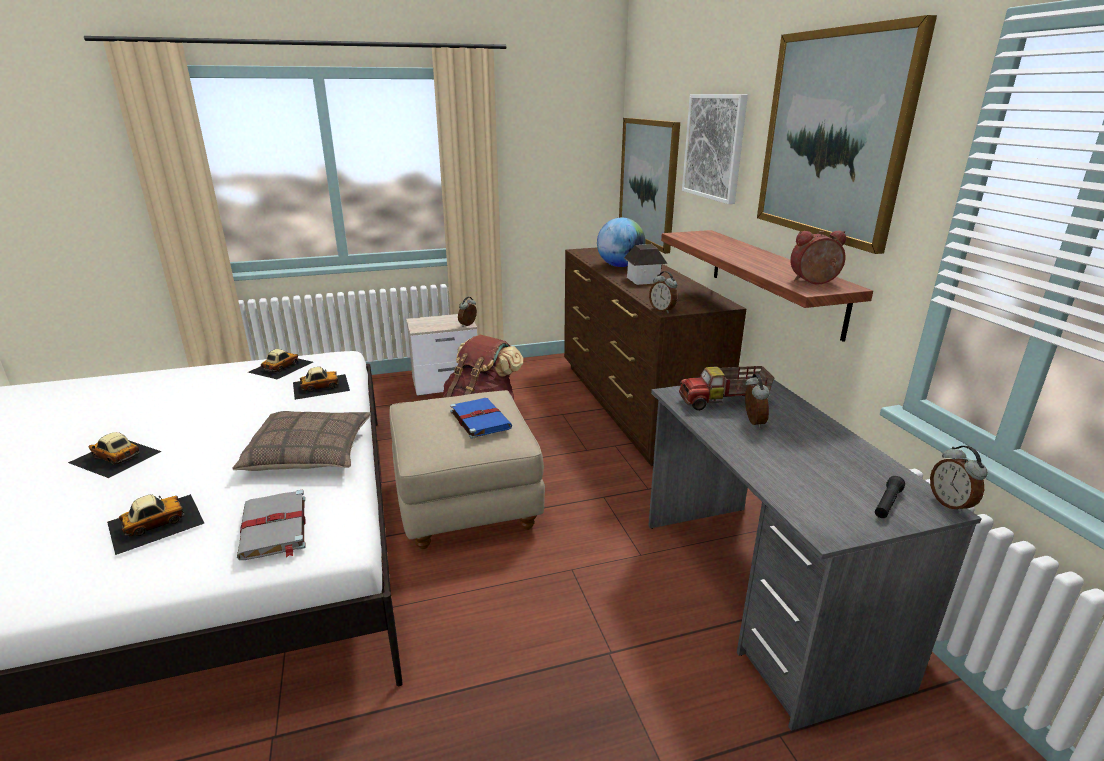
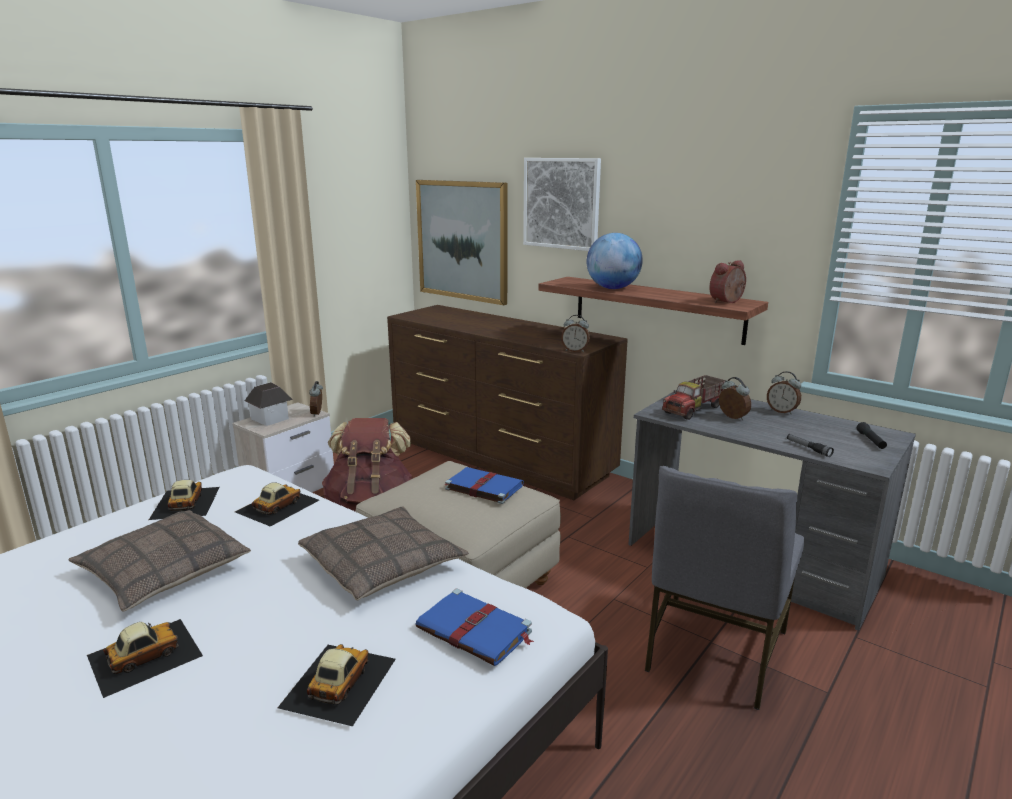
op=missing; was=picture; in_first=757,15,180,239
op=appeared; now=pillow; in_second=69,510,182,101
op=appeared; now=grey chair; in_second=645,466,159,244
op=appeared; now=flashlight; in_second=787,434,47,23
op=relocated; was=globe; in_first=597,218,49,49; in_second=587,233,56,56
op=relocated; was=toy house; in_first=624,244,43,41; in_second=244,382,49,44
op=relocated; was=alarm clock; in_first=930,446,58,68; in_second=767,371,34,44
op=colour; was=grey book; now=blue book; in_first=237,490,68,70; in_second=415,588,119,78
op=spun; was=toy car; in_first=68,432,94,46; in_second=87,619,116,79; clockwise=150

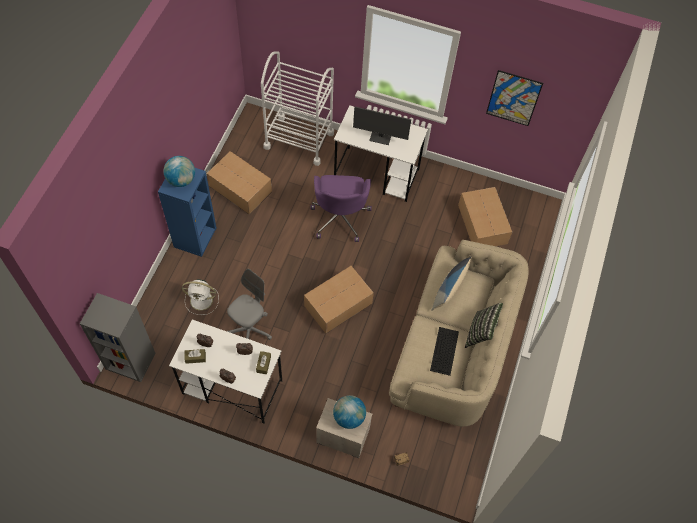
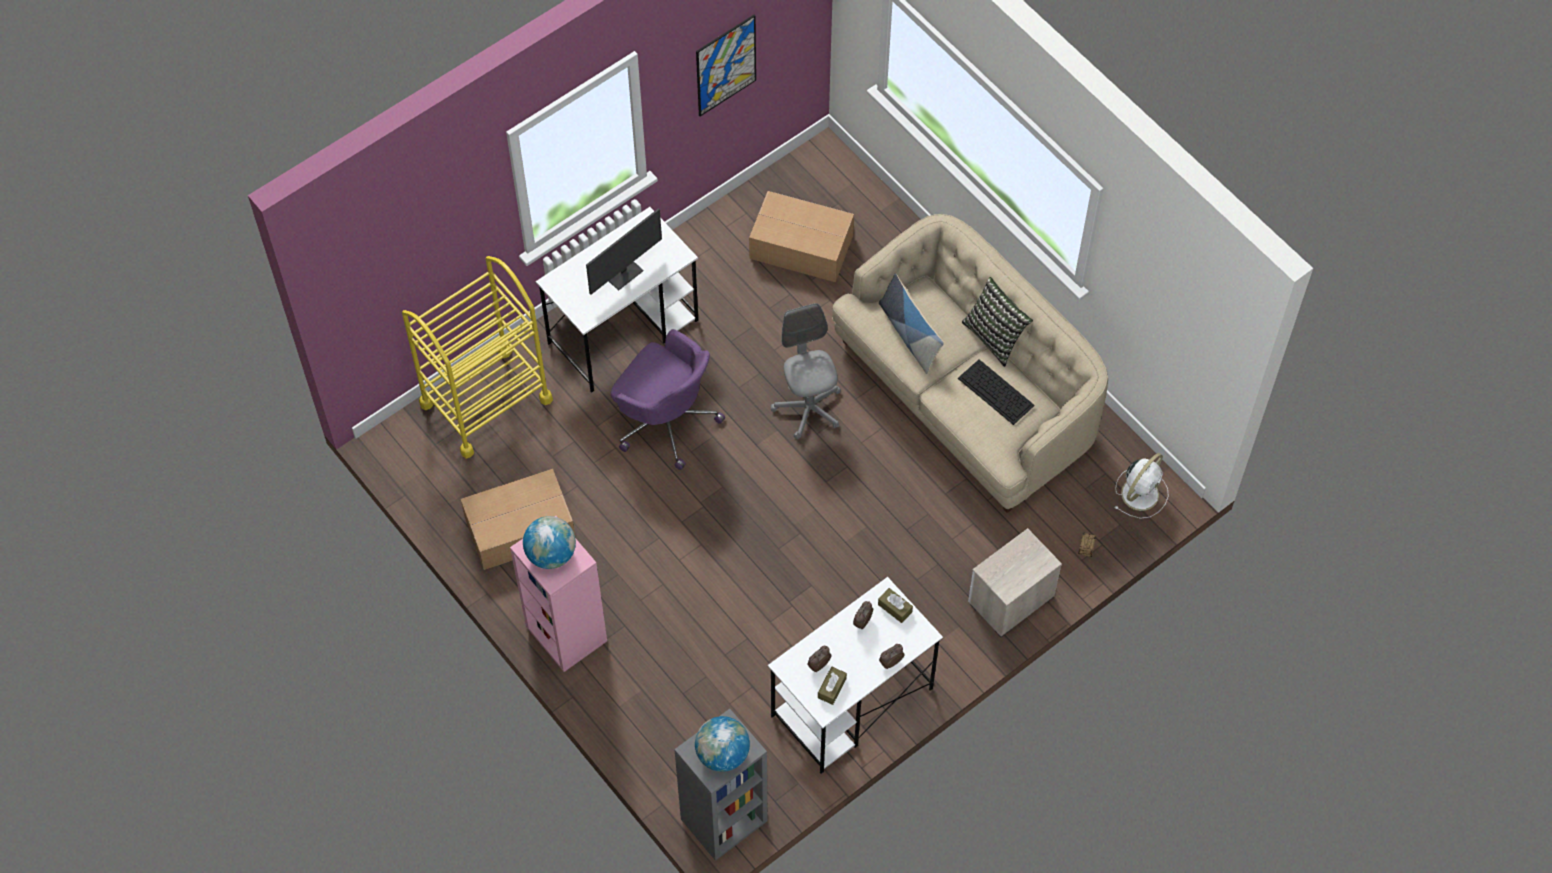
op=missing; was=cardboard box; in_first=304,266,70,67
op=relocated; was=white fan; in_first=182,279,37,36; in_second=1115,453,54,66
op=relocated; was=grey office chair; in_first=227,269,45,71; in_second=771,303,70,137
op=relocated; was=globe; in_first=333,395,33,34; in_second=695,716,55,56
op=colour; was=blue bookcase; now=pink bookcase; in_first=158,168,58,89; in_second=510,516,97,156
op=colour; was=white cart; now=yellow cart; in_first=261,51,73,115; in_second=402,256,151,203

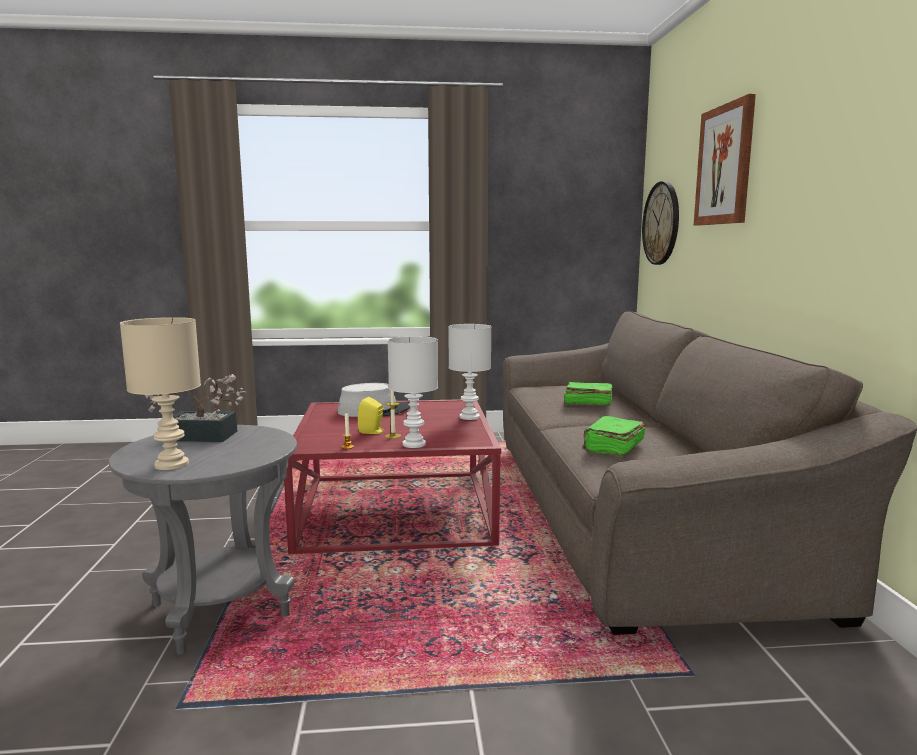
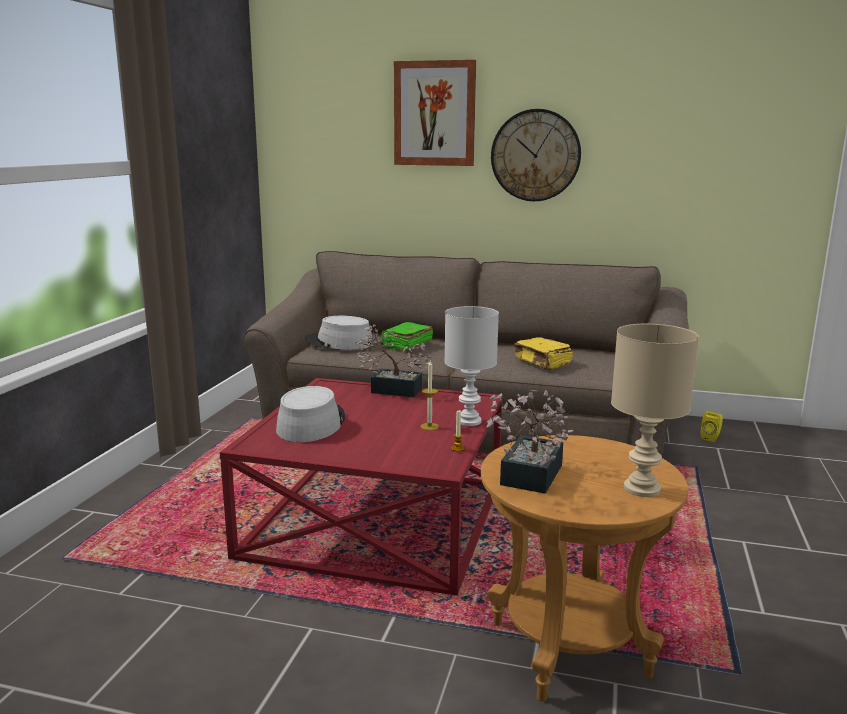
op=appeared; now=grey hat; in_second=305,316,69,34
op=relocated; was=yellow speaker; in_first=358,397,27,37; in_second=701,411,22,31
op=relocated; was=wall clock; in_first=642,181,37,84; in_second=491,109,90,92
op=exchanged; was=white table lamp; now=potted plant; in_first=448,324,43,96; in_second=355,324,76,73
op=colour; was=grey side table; now=brown side table; in_first=109,425,188,230; in_second=481,435,207,267
op=colour; was=green book; now=yellow book; in_first=583,416,63,41; in_second=514,337,59,33

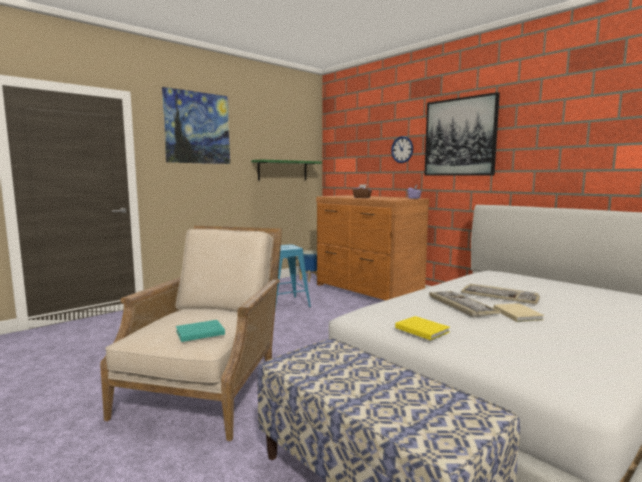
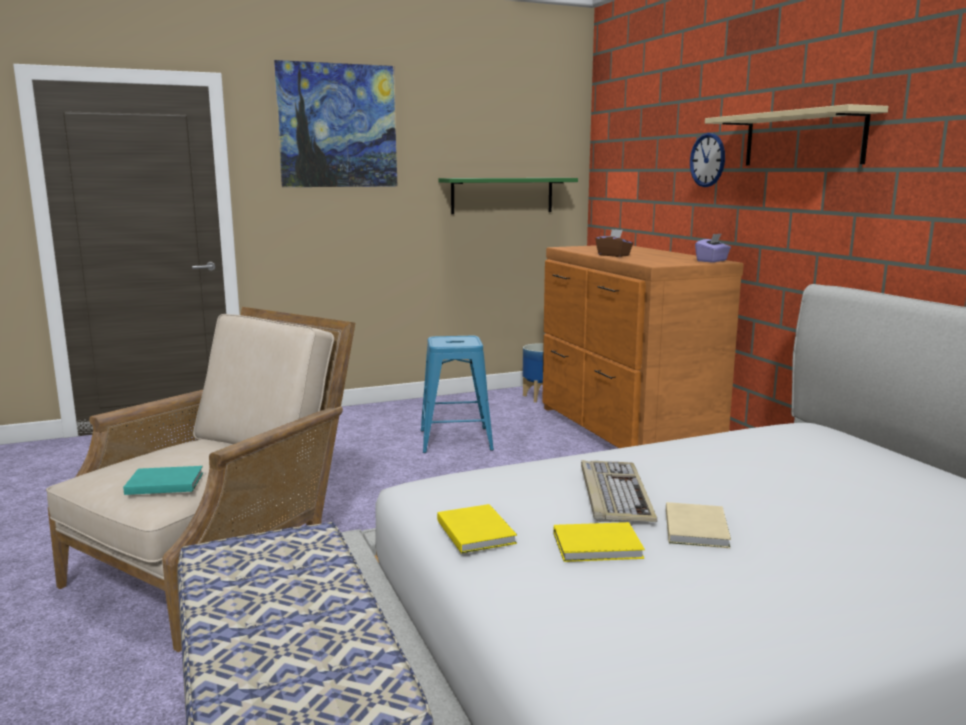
op=missing; was=keyboard; in_first=461,284,79,20
op=appeared; now=yellow book; in_second=554,522,91,40
op=exchanged; was=picture; now=beige shelf; in_first=424,92,76,84; in_second=705,104,183,61

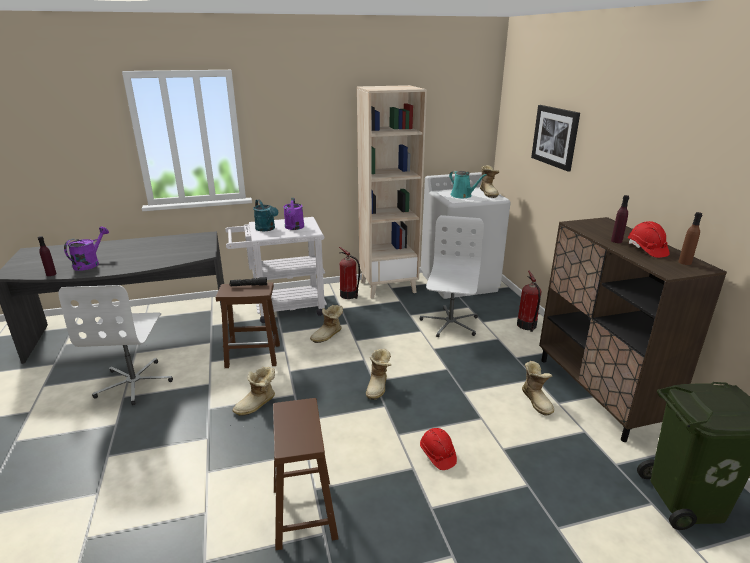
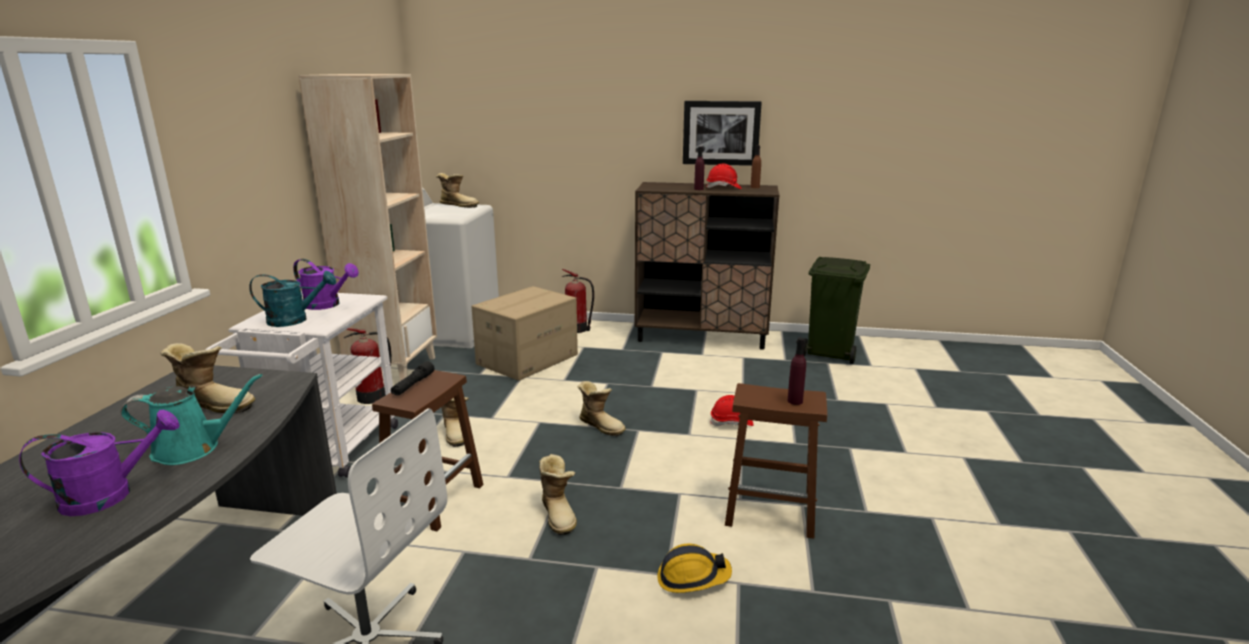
op=appeared; now=hard hat; in_second=657,543,75,50
op=relocated; was=purple bottle; in_first=38,236,19,40; in_second=788,338,18,67
op=relocated; was=turquoise watering can; in_first=449,171,38,27; in_second=121,374,141,91
op=relocated; was=boot; in_first=522,361,32,55; in_second=161,343,94,70
op=relocated; was=picture; in_first=531,105,49,67; in_second=683,101,79,65
op=exchanged; was=white office chair; now=cardboard box; in_first=420,215,64,122; in_second=472,286,106,95
op=spun; was=purple watering can; in_first=64,226,45,45; in_second=19,410,161,106; clockwise=105

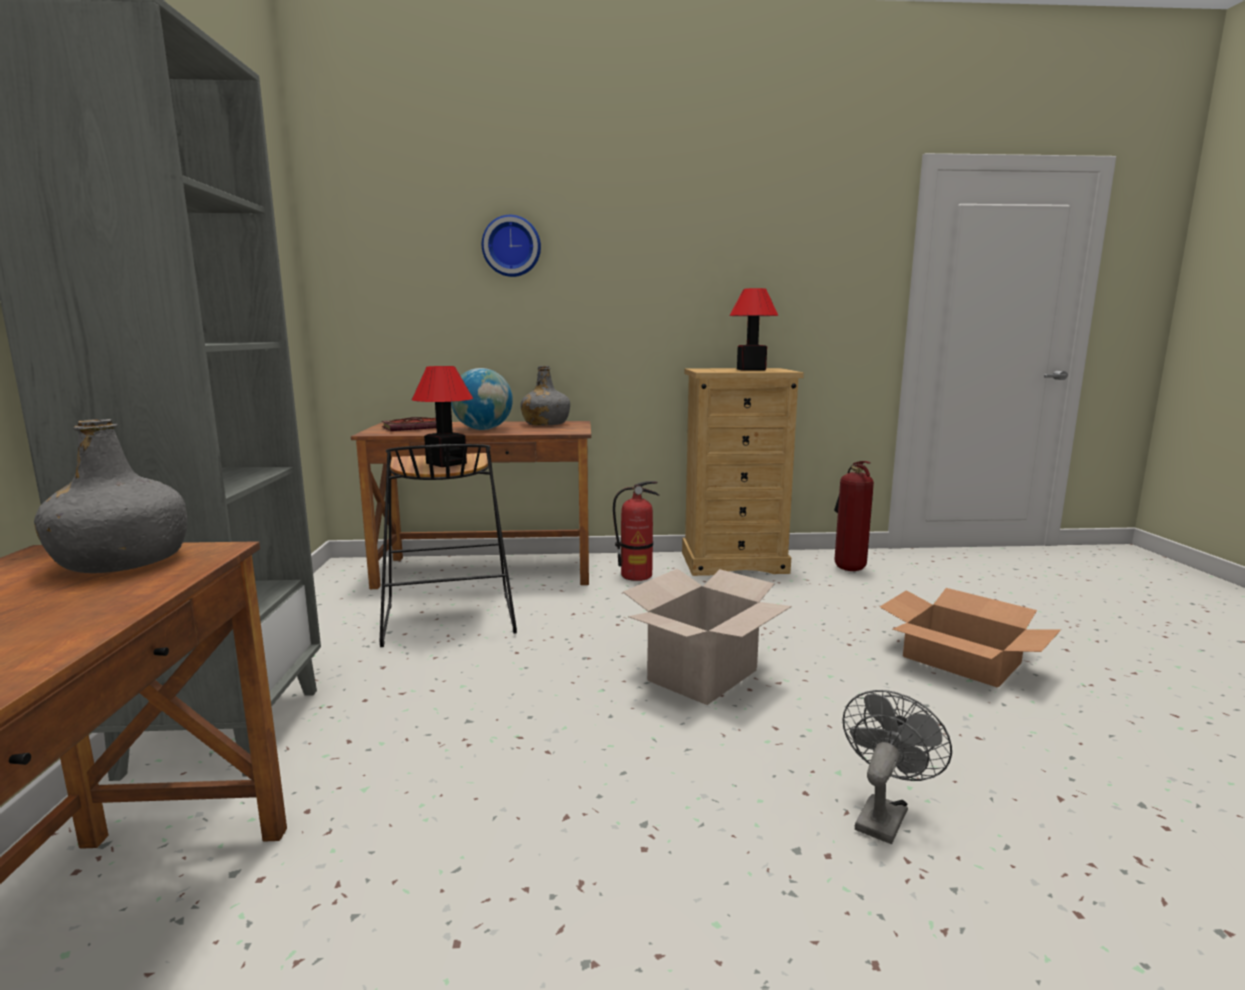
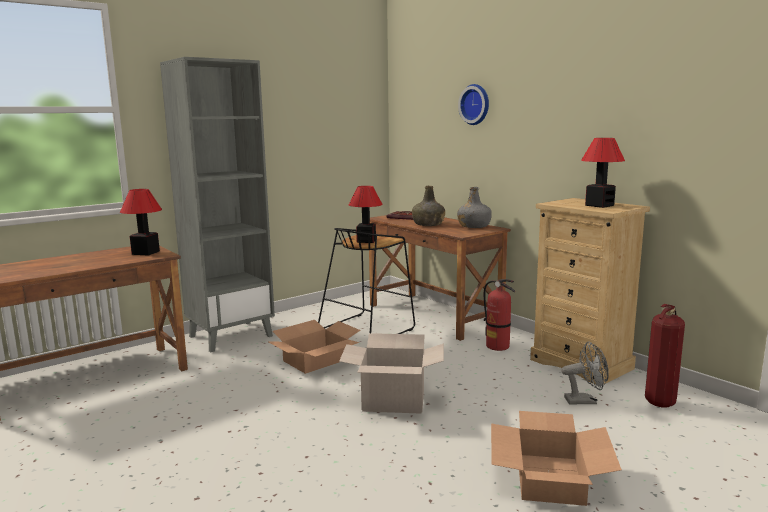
op=appeared; now=cardboard box; in_second=267,320,93,54
op=relocated; was=grey fan; in_first=842,690,110,154; in_second=561,341,48,63
op=exchanged; was=grey bottle; now=table lamp; in_first=34,419,153,154; in_second=120,189,42,67
op=exchanged; was=globe; now=green bottle; in_first=451,368,62,62; in_second=412,186,33,40

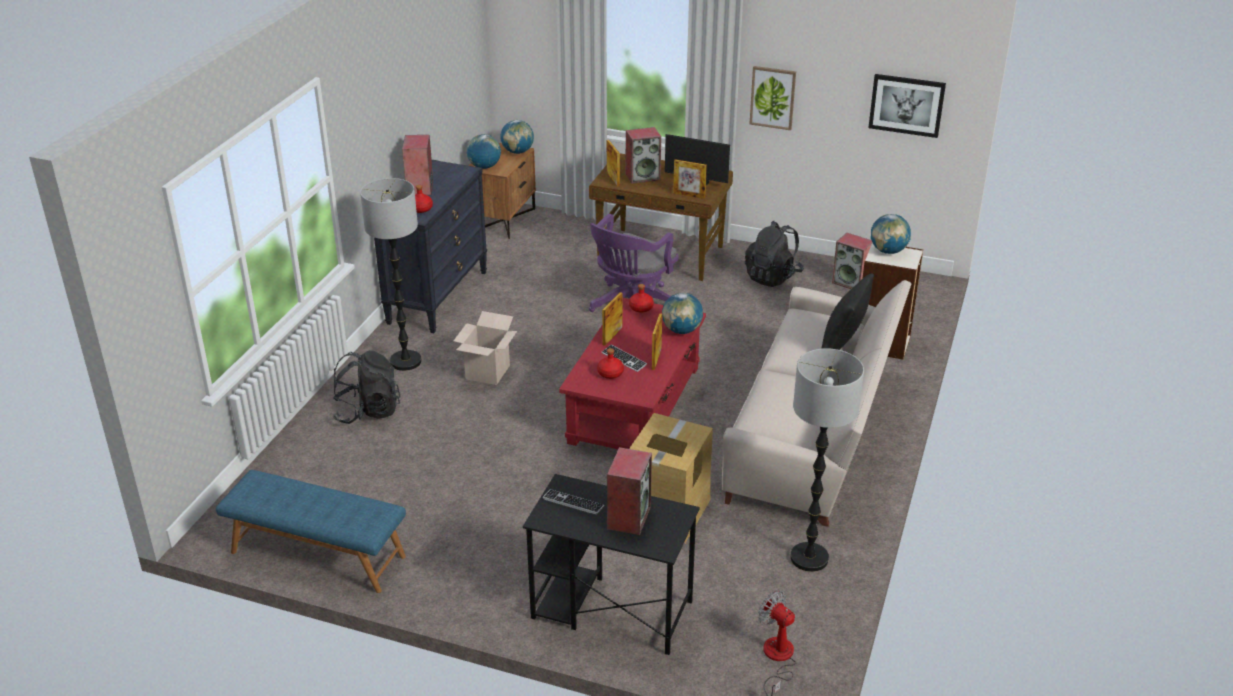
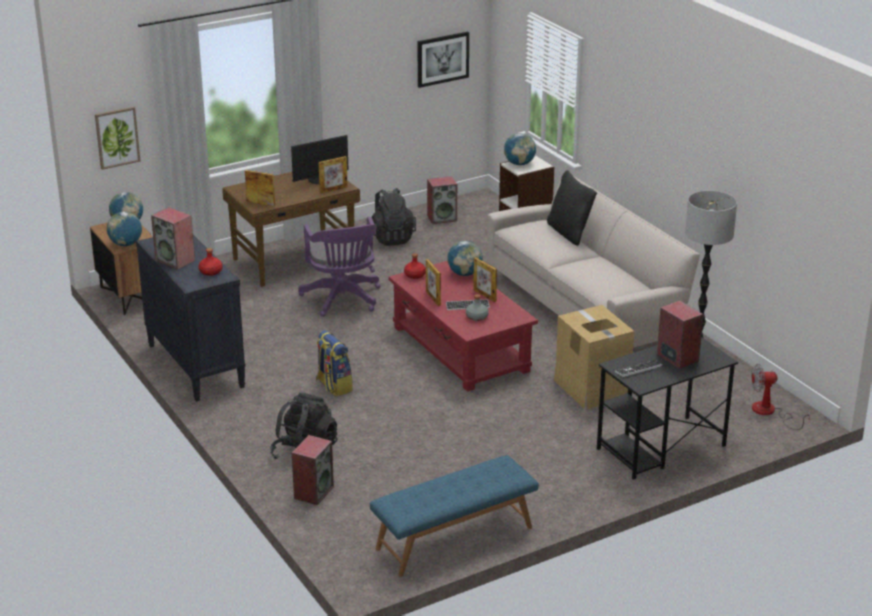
op=missing; was=floor lamp; in_first=360,178,62,193
op=relocated; was=speaker; in_first=626,127,35,57; in_second=292,435,42,70
op=relocated; was=picture; in_first=750,66,46,64; in_second=95,107,46,63
op=exchanged; was=cardboard box; now=backpack; in_first=454,311,63,74; in_second=316,330,37,66
op=colour; was=red bottle; now=grey bottle; in_first=597,348,27,31; in_second=466,294,23,27

